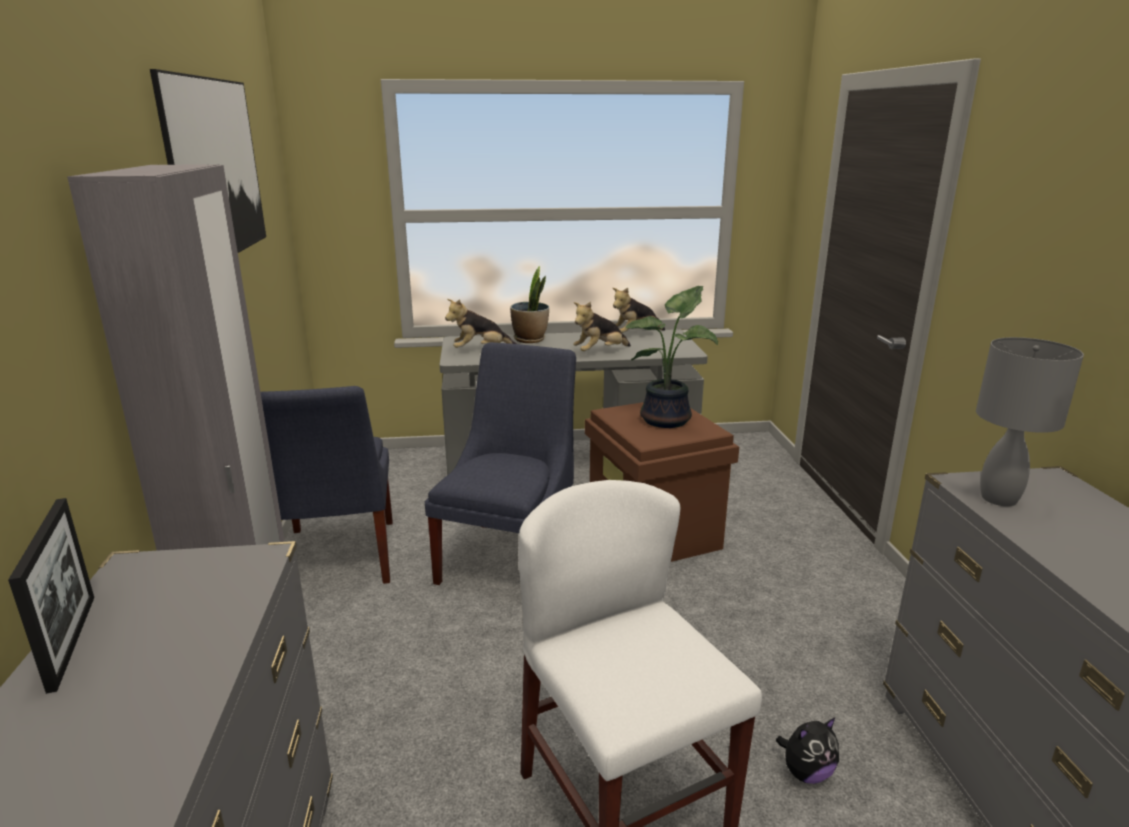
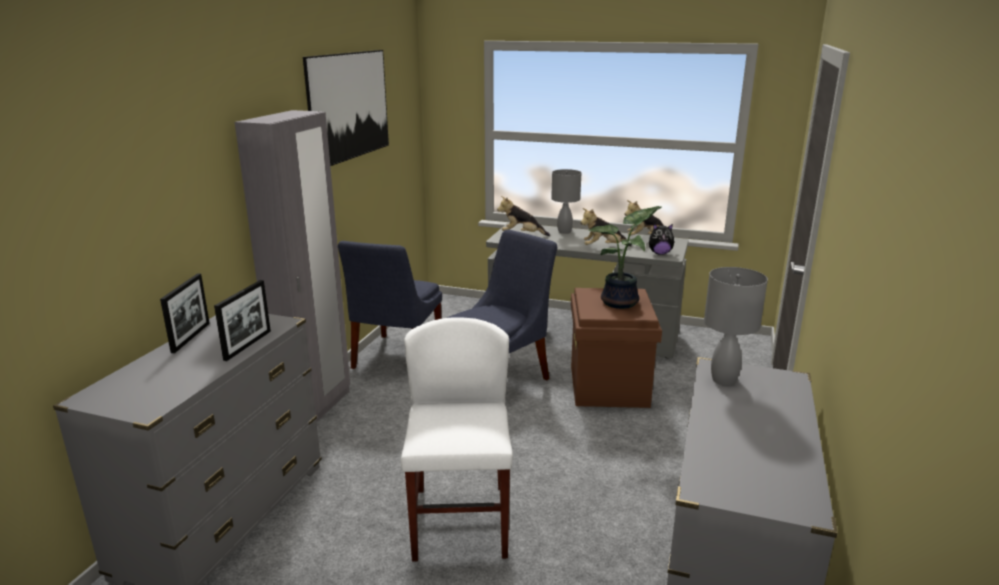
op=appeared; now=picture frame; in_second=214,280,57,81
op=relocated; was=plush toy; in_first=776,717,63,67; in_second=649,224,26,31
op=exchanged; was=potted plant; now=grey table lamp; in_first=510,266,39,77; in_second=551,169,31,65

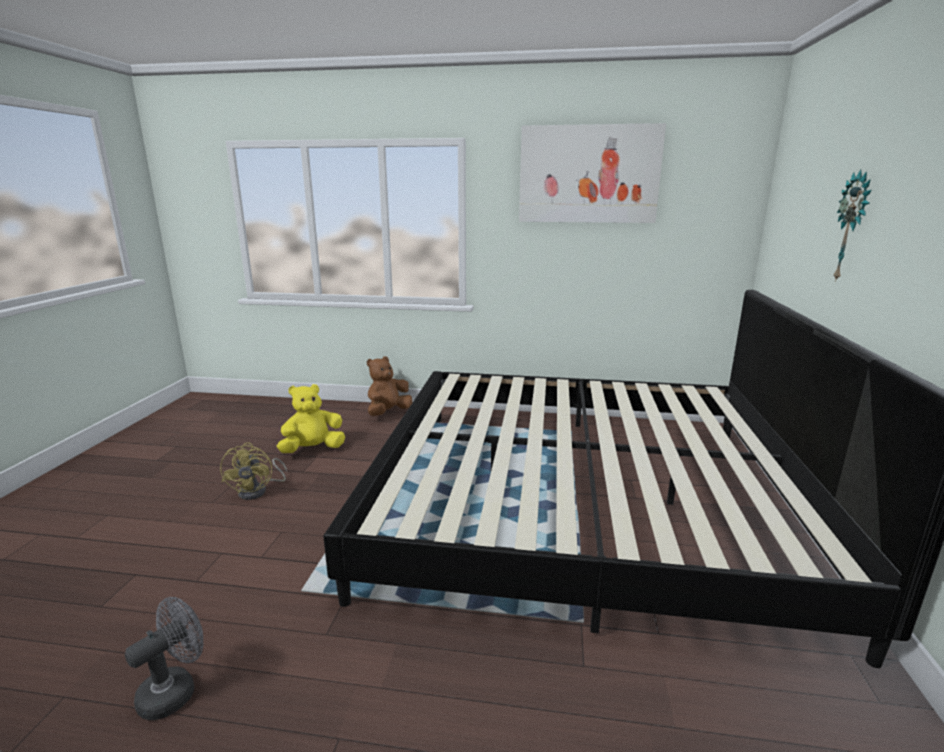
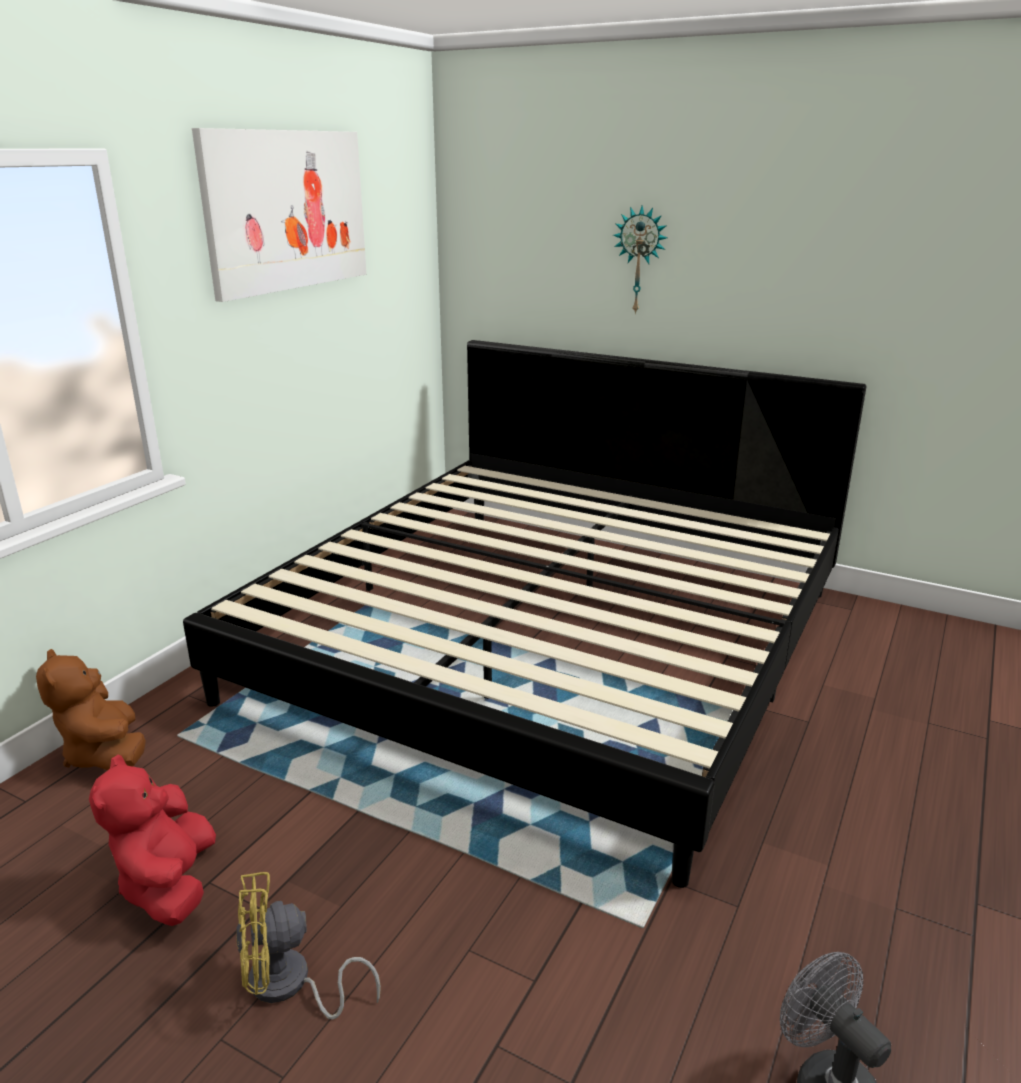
op=colour; was=yellow plush toy; now=red plush toy; in_first=277,384,68,69; in_second=89,755,127,171
op=spun; was=yellow fan; in_first=220,442,67,58; in_second=236,872,145,148; clockwise=150

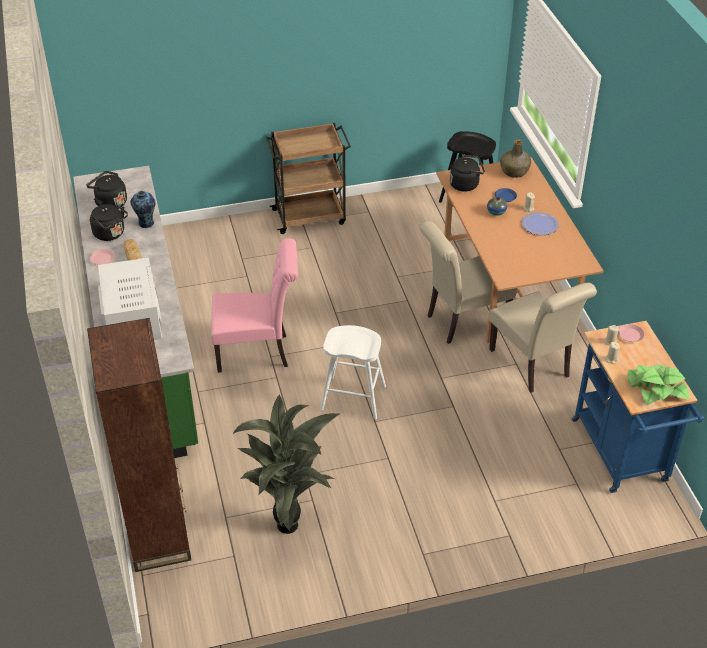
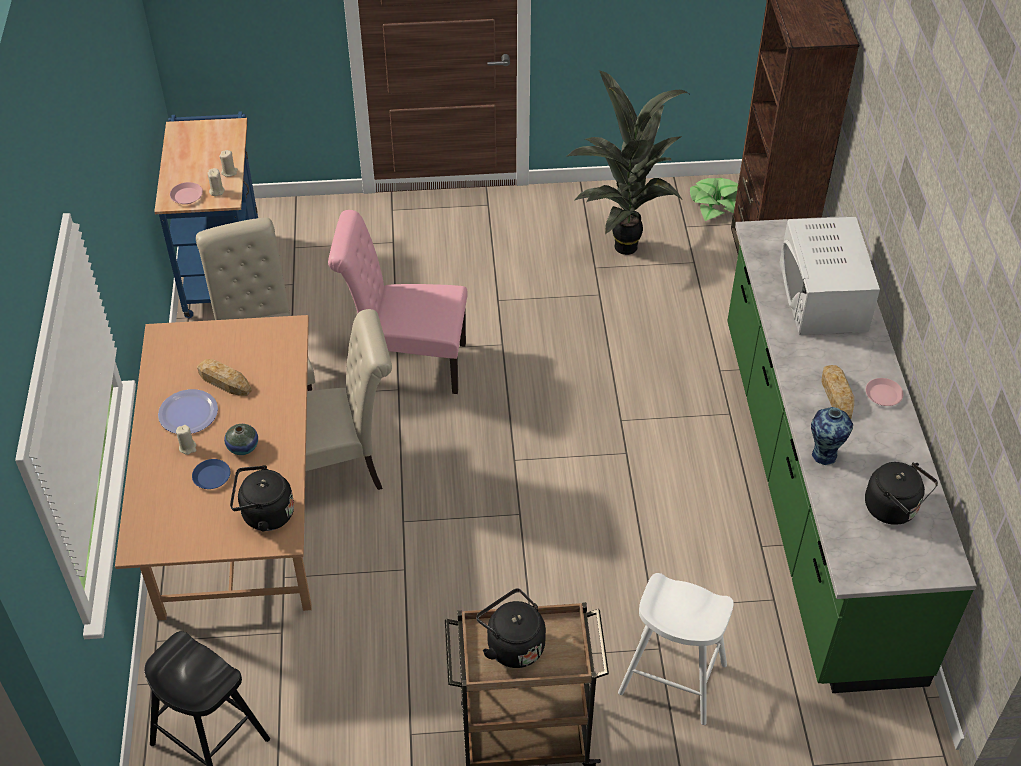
op=missing; was=green bottle; in_first=500,140,31,38
op=appeared; now=bread; in_second=197,359,55,37
op=relocated; was=black kettle; in_first=90,204,38,37; in_second=476,588,70,80
op=relocated; was=pink chair; in_first=212,238,86,135; in_second=328,210,140,184
op=relocated; was=white stool; in_first=320,325,66,94; in_second=618,573,116,152
op=relocated; was=potted plant; in_first=627,365,62,40; in_second=690,178,48,43

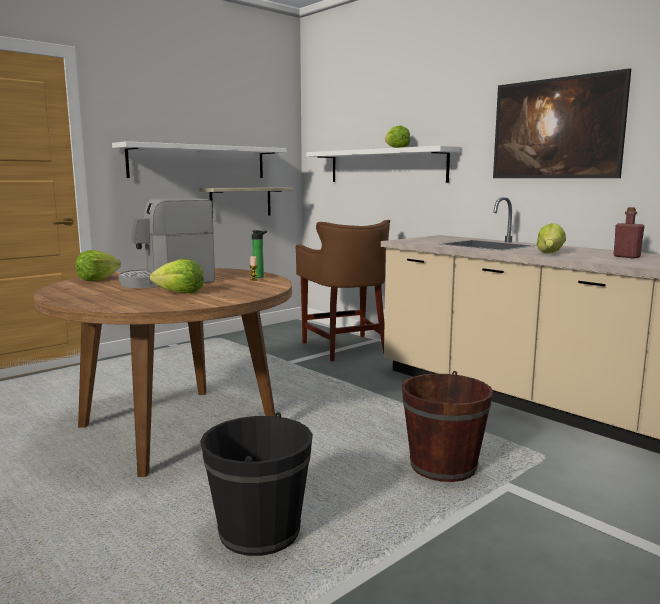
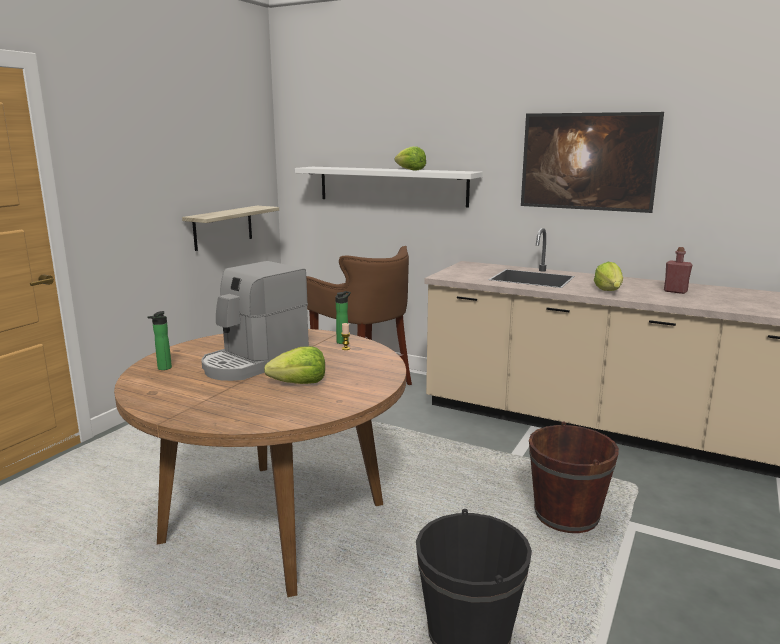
op=missing; was=white shelf; in_first=112,141,175,37
op=exchanged; was=lettuce; now=bottle; in_first=75,250,46,31; in_second=147,311,25,59

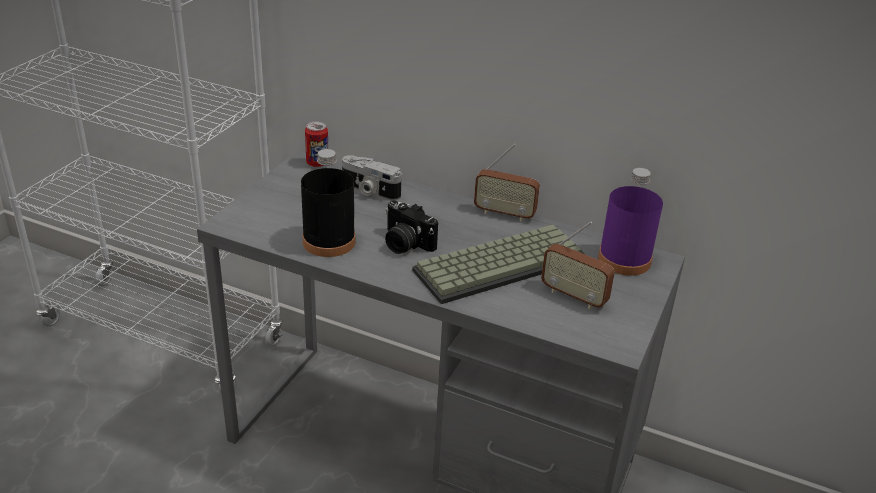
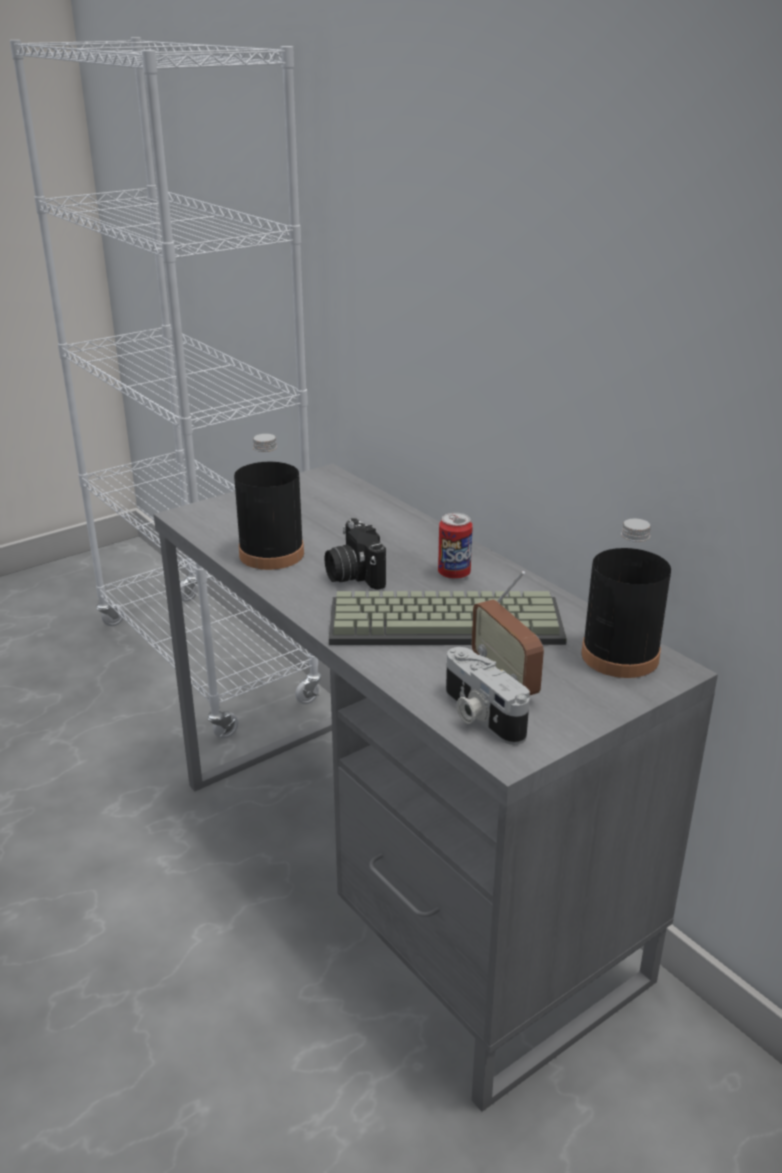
op=missing; was=radio; in_first=474,144,66,77
op=relocated; was=can; in_first=305,122,23,45; in_second=438,513,35,67
op=relocated; was=photo camera; in_first=342,155,60,46; in_second=446,647,84,98
op=colour; was=purple bottle; now=black bottle; in_first=598,168,65,108; in_second=581,519,90,159

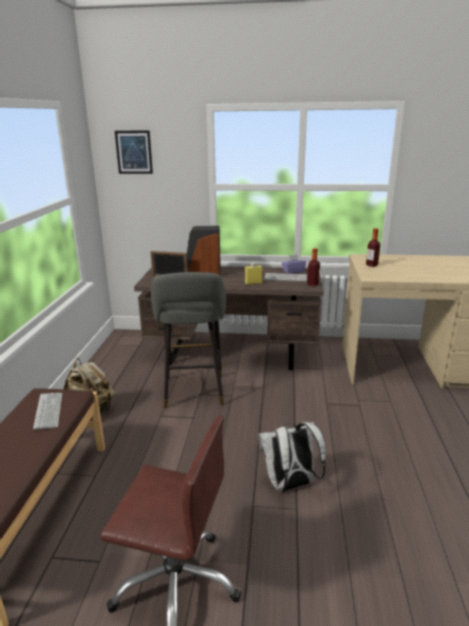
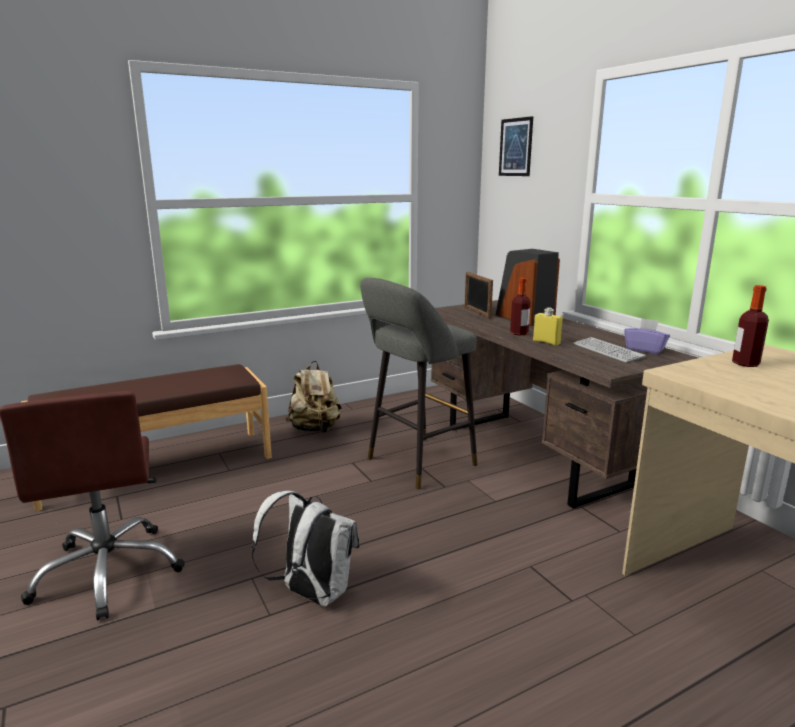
op=missing; was=keyboard; in_first=33,393,29,37
op=relocated; was=bottle; in_first=307,248,13,39; in_second=510,278,20,57

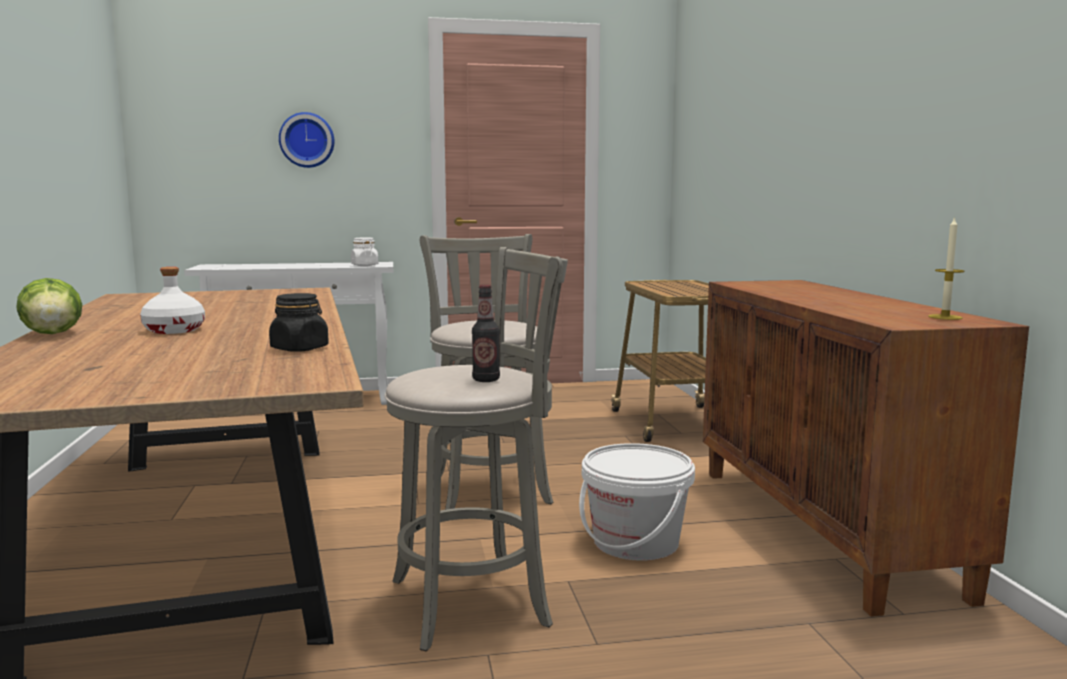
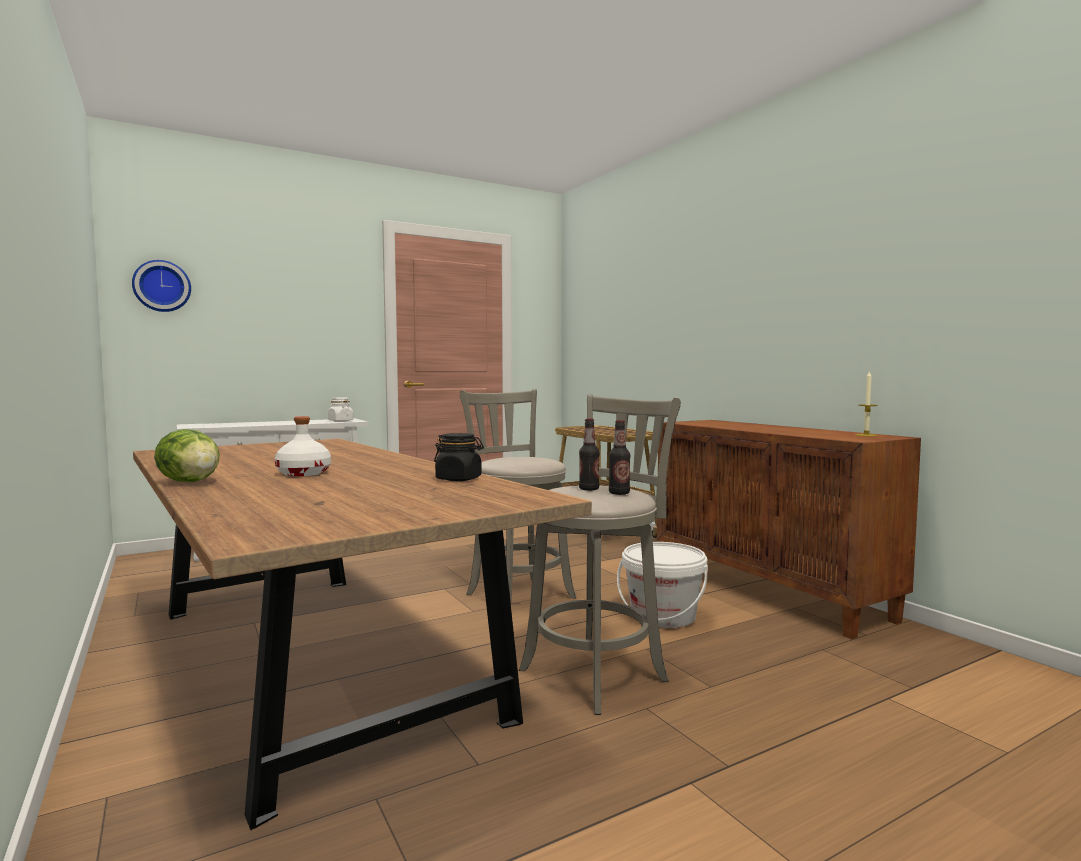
op=appeared; now=bottle; in_second=579,418,21,73
op=relocated; was=wall clock; in_first=279,112,55,56; in_second=132,260,59,52

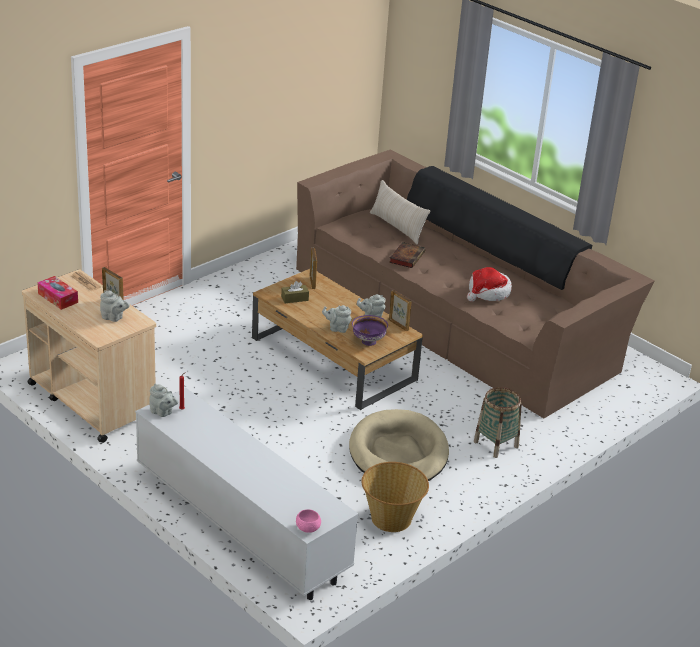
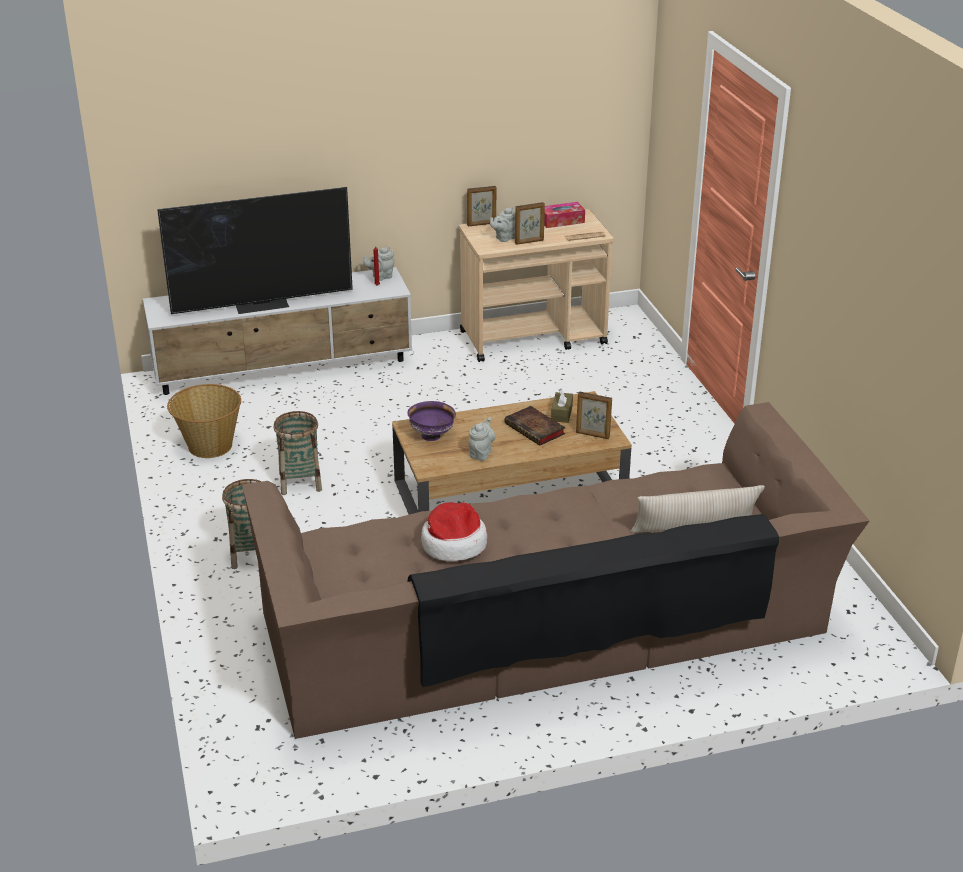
op=missing; was=pink bowl; in_first=296,509,25,24
op=missing; was=grey teapot; in_first=322,305,30,28
op=appeared; now=television; in_second=157,187,196,127
op=relocated; was=book; in_first=389,242,36,26; in_second=504,406,62,40
op=relocated; was=picture frame; in_first=389,290,23,41; in_second=467,186,29,40
op=exchanged; was=beige dog bed; now=basket; in_first=349,409,100,72; in_second=274,411,48,84

